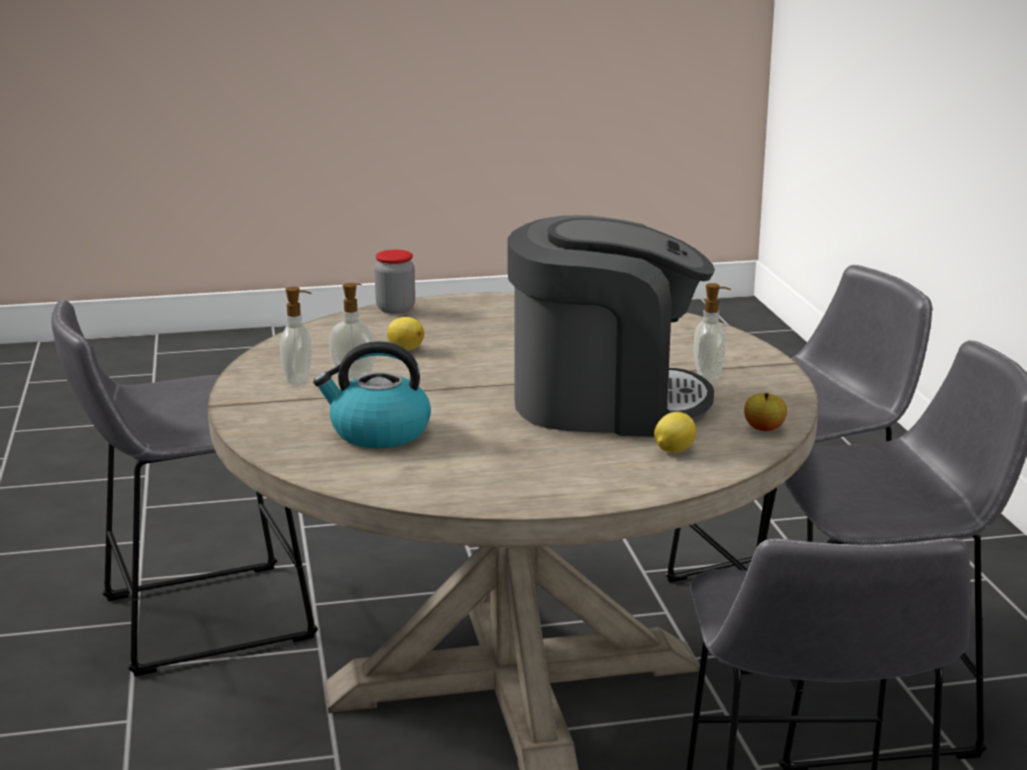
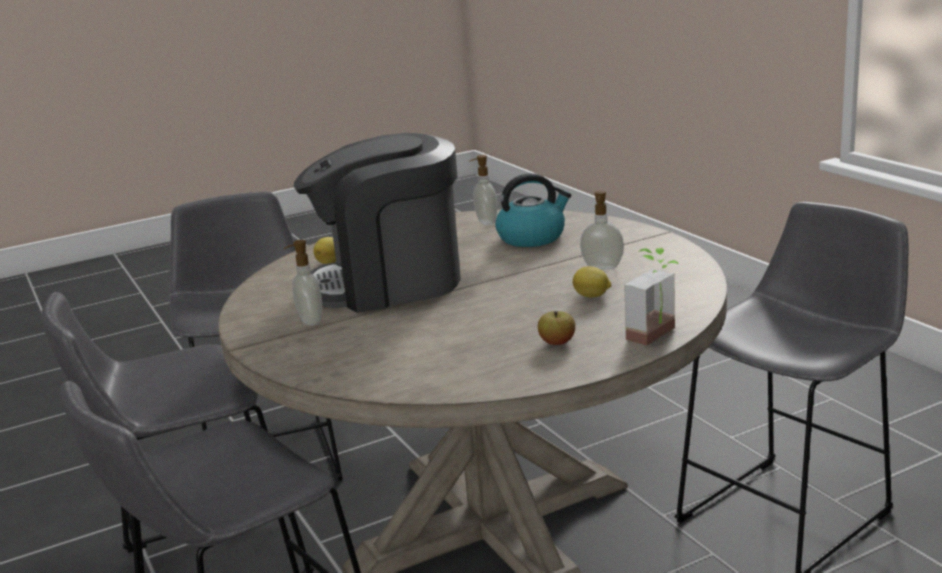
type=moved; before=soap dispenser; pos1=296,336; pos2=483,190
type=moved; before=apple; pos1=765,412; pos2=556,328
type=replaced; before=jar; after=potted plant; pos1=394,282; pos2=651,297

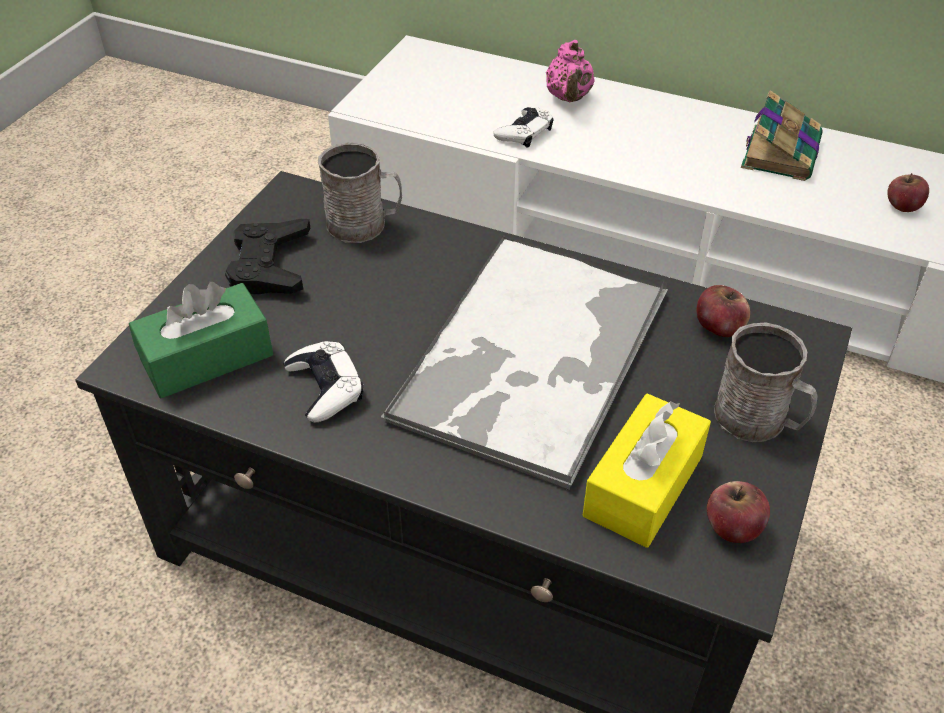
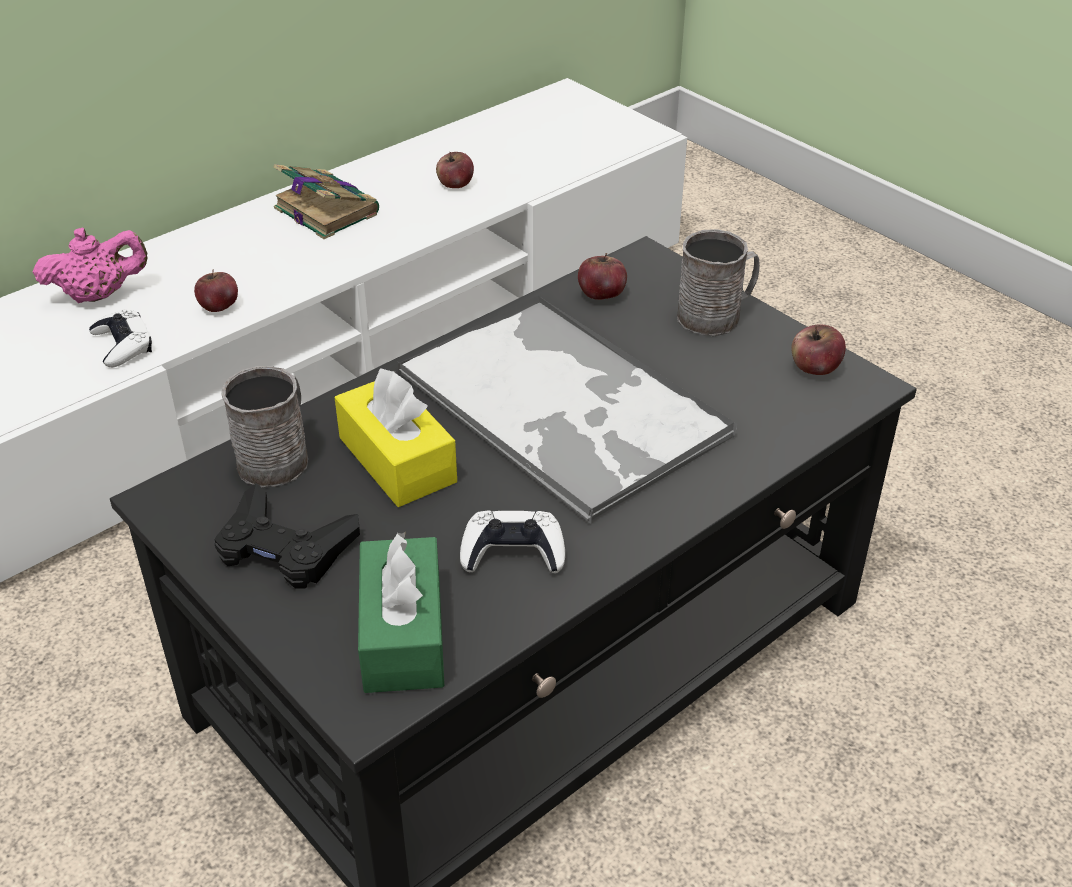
type=added; after=apple; pos2=216,290
type=moved; before=yellow tissue box; pos1=647,470; pos2=396,437
type=turned; before=pink teapot; pos1=570,71; pos2=90,265; turn=-45

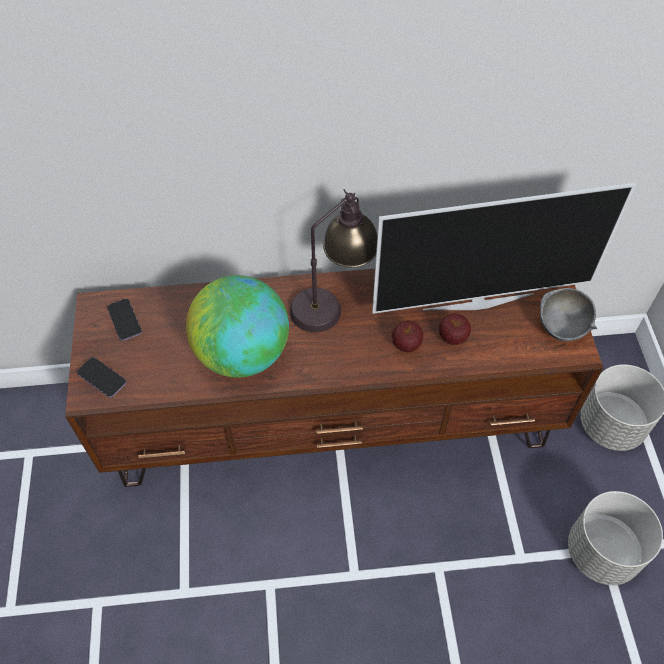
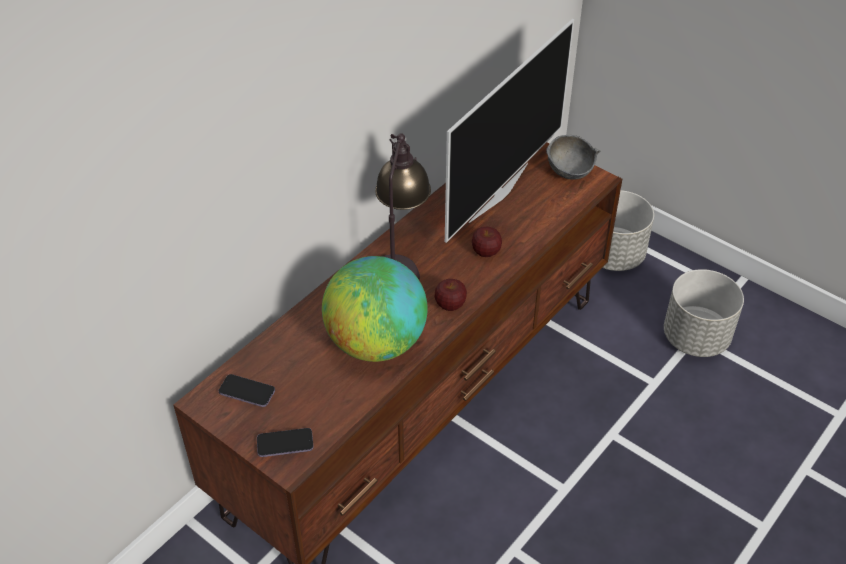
type=moved; before=apple; pos1=455,329; pos2=451,295

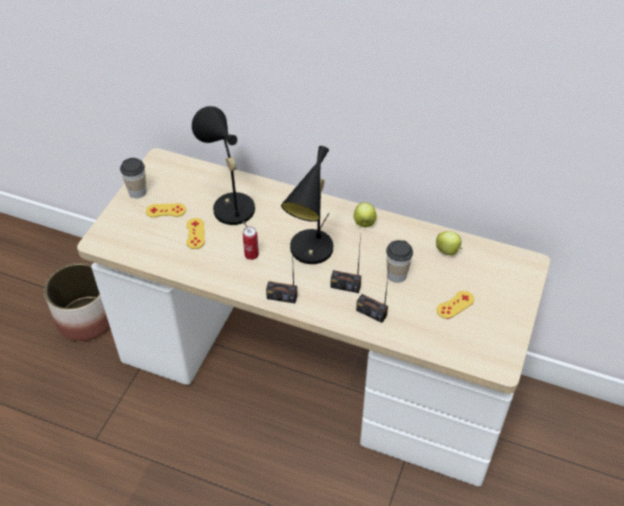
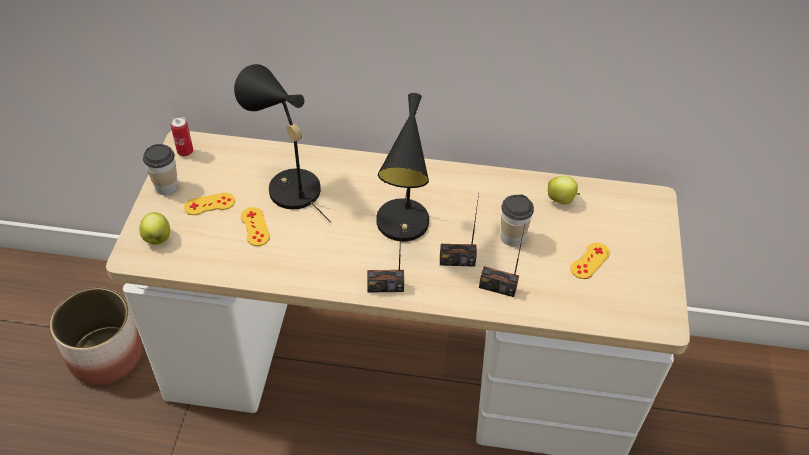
type=moved; before=can; pos1=251,243; pos2=181,136
type=moved; before=apple; pos1=365,214; pos2=154,228

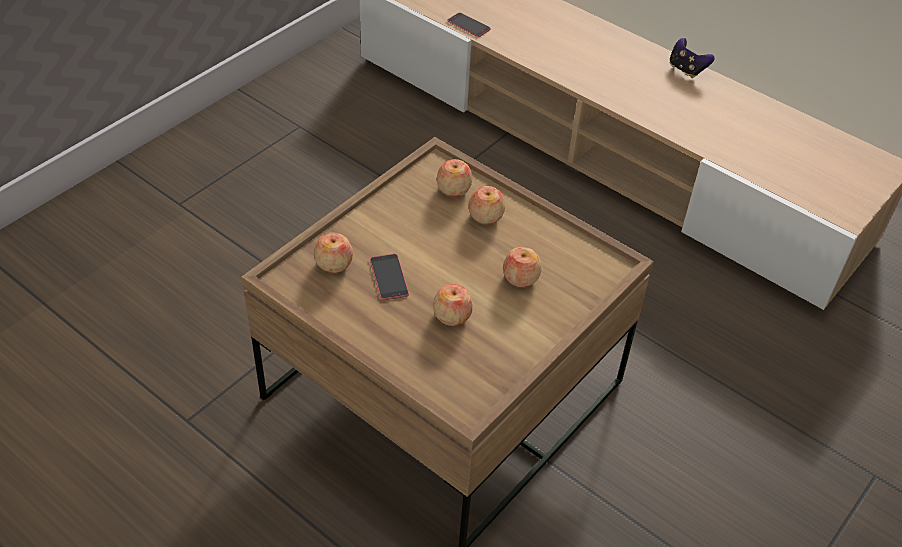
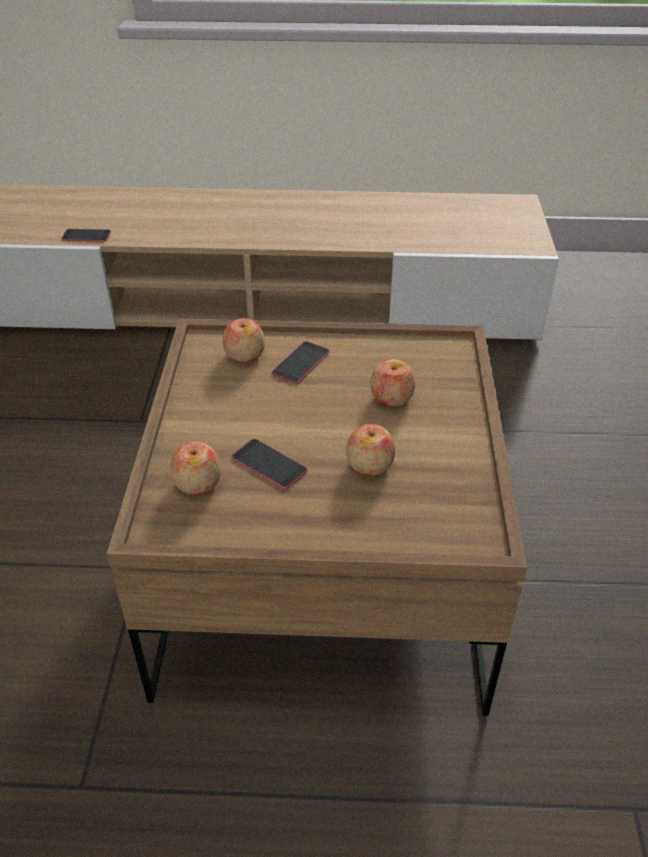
type=removed; before=game controller; pos1=692,58
type=replaced; before=apple; after=phone; pos1=487,205; pos2=300,362

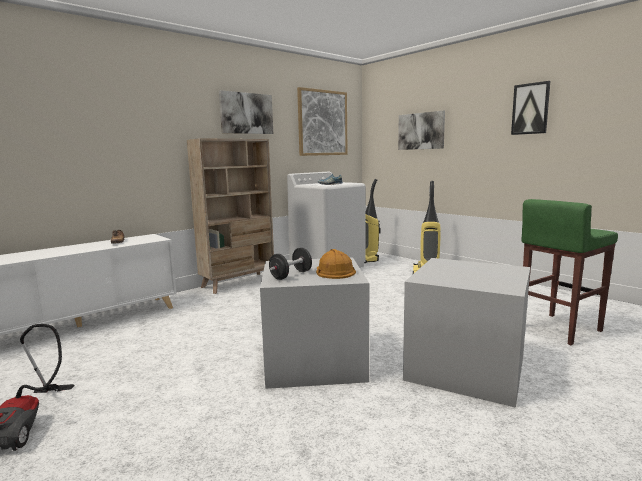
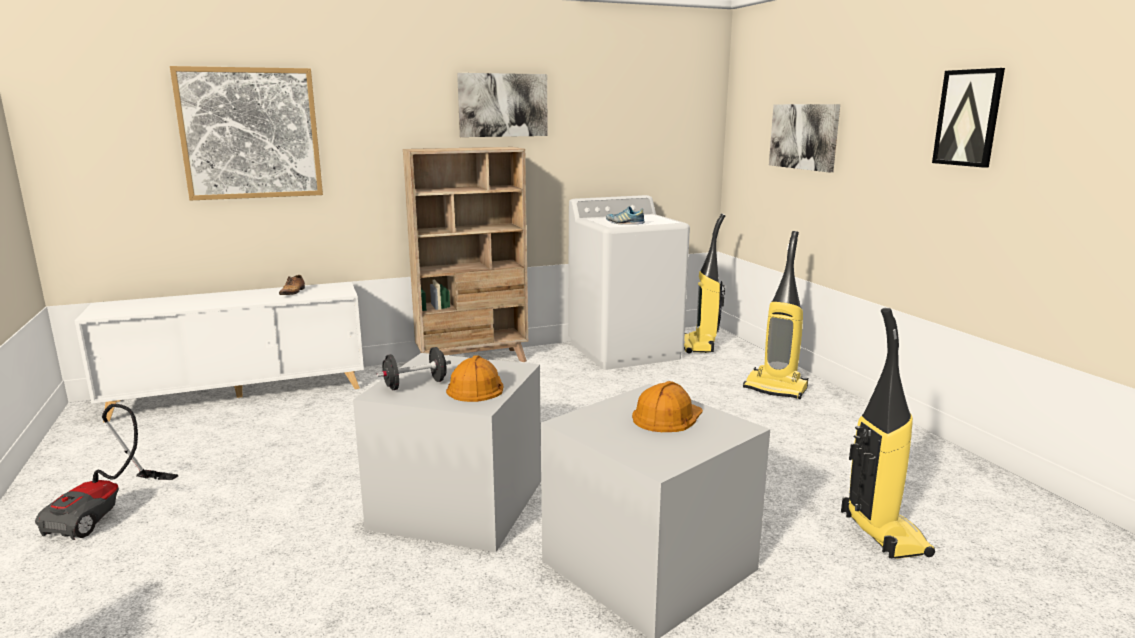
type=added; after=orange hard hat; pos2=667,406
type=moved; before=picture; pos1=322,121; pos2=246,133
type=replaced; before=green stool; after=vacuum cleaner; pos1=570,272; pos2=888,432

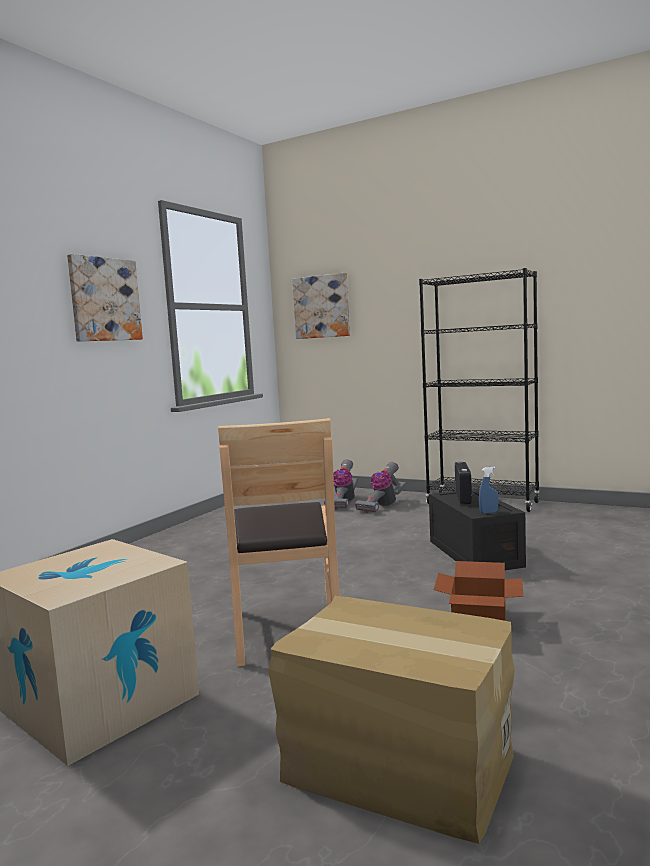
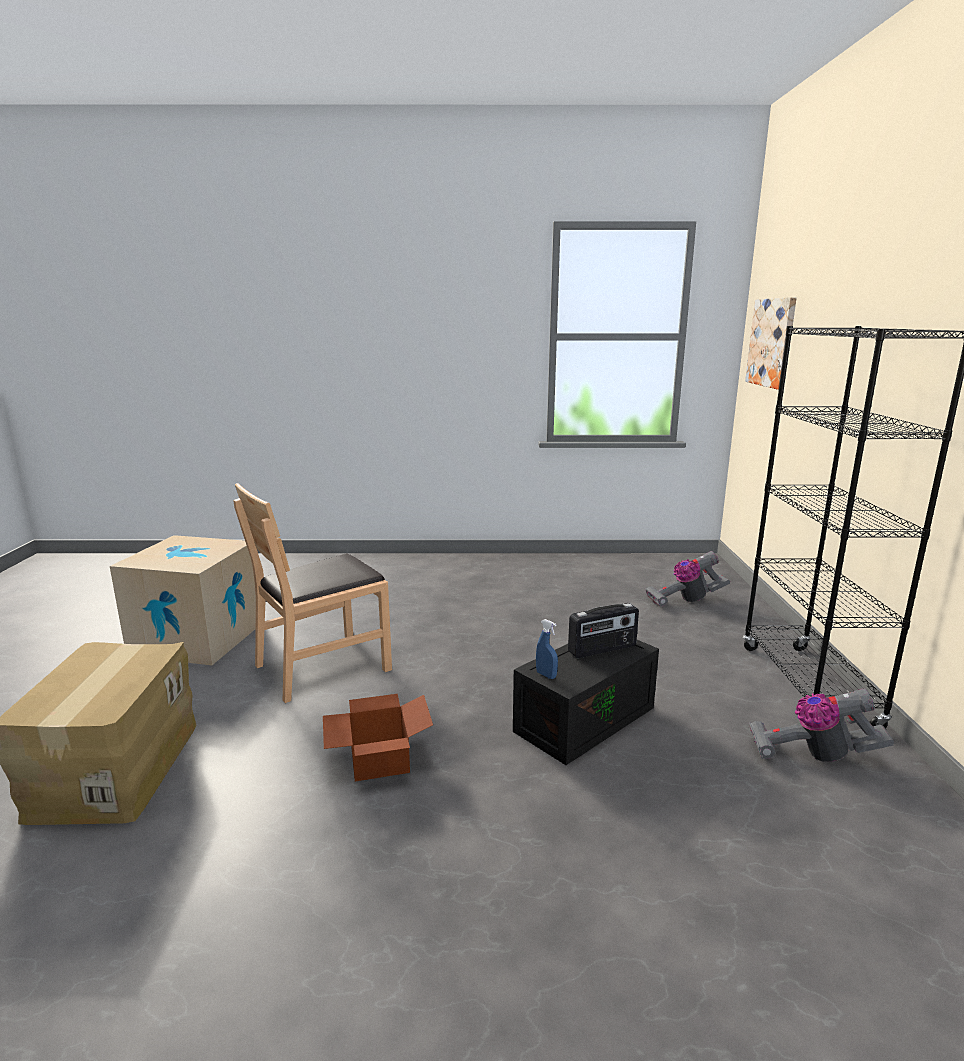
type=removed; before=picture; pos1=105,298
type=moved; before=vacuum cleaner; pos1=381,487; pos2=821,725

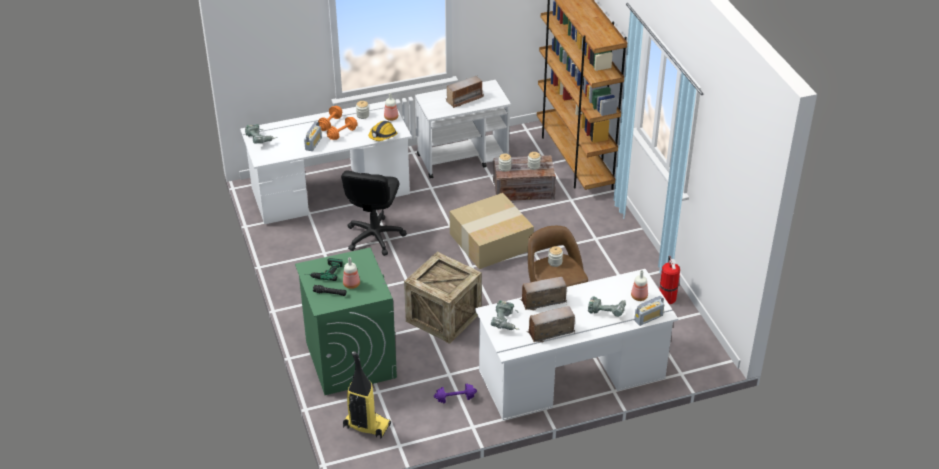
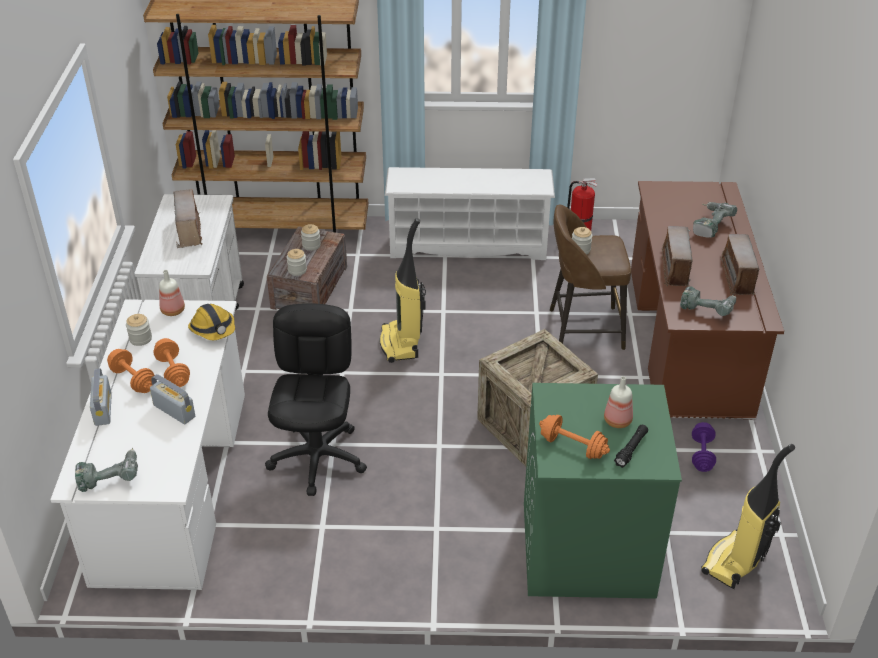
type=removed; before=bottle; pos1=639,285
type=added; after=white shoe rack; pos2=470,213
type=moved; before=radio; pos1=649,311; pos2=101,397
type=replaced; before=power drill; after=orange dumbbell; pos1=325,269; pos2=574,437
type=replaced; before=cardboard box; after=vacuum cleaner; pos1=492,231; pos2=403,290
type=recoloured; before=white desk; after=brown desk; pos1=576,344; pos2=707,300
type=turned; before=black office chair; pos1=374,213; pos2=316,399; turn=-120

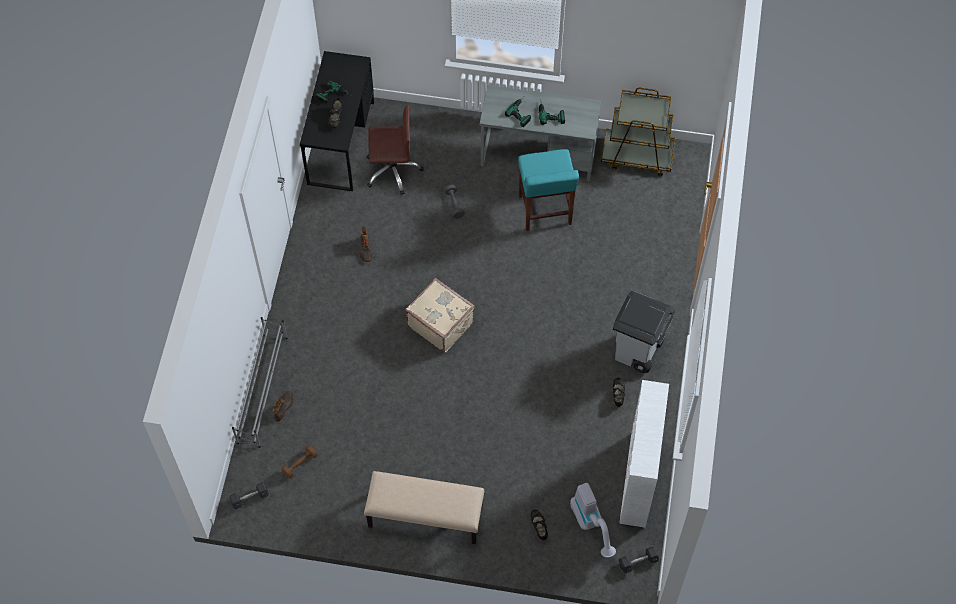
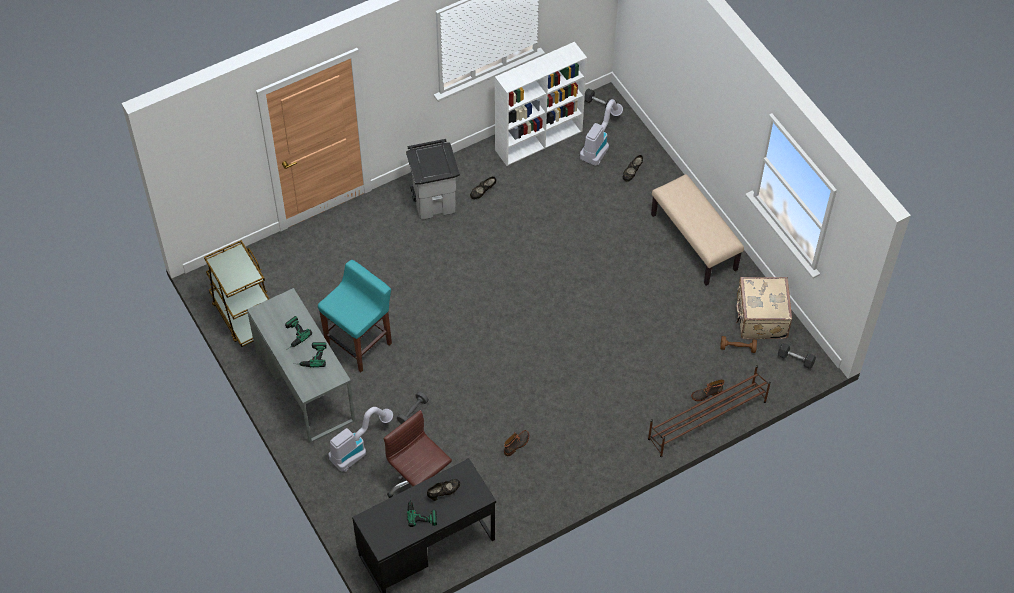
type=added; after=vacuum cleaner; pos2=360,439
type=moved; before=beige suitcase; pos1=440,315; pos2=764,308
type=recoloured; before=grey shoe rack; after=brown shoe rack; pos1=260,382; pos2=709,411

